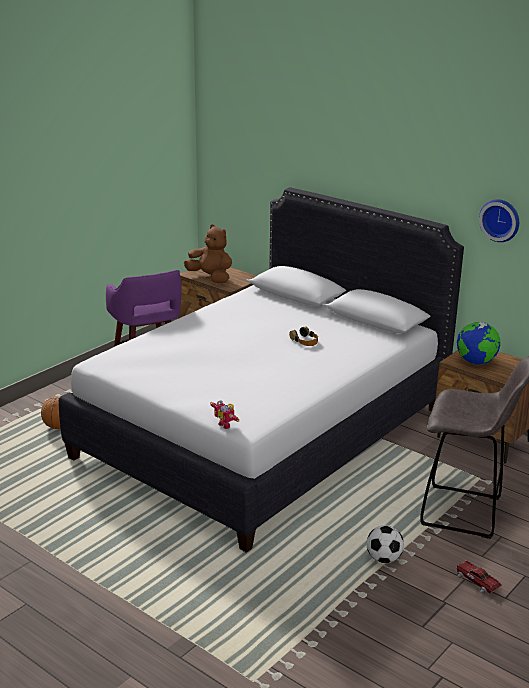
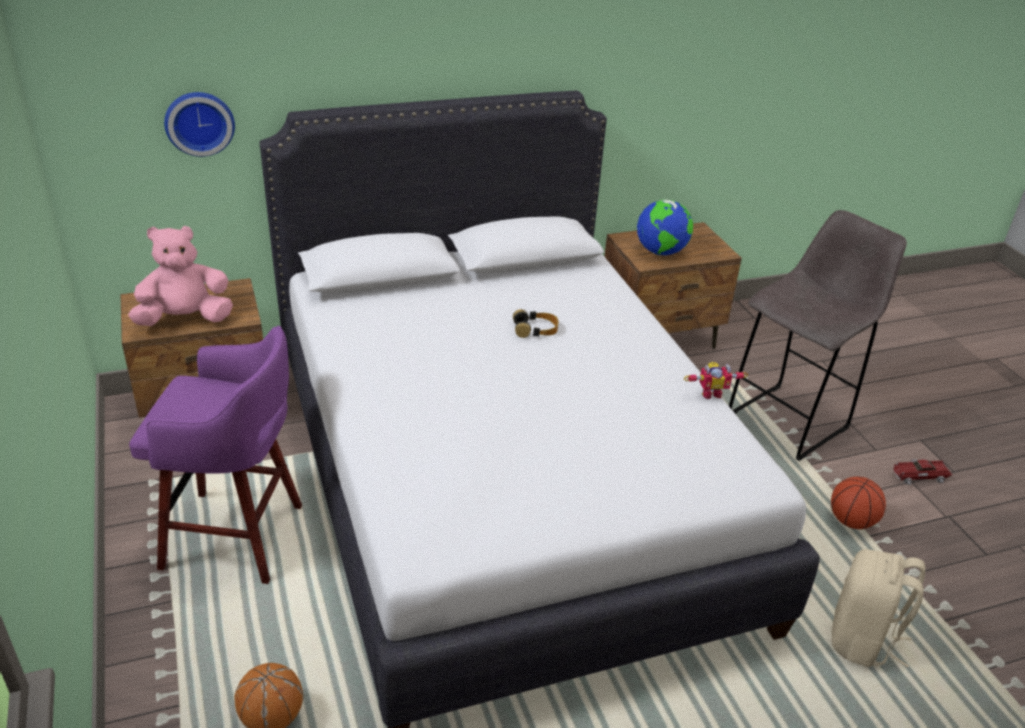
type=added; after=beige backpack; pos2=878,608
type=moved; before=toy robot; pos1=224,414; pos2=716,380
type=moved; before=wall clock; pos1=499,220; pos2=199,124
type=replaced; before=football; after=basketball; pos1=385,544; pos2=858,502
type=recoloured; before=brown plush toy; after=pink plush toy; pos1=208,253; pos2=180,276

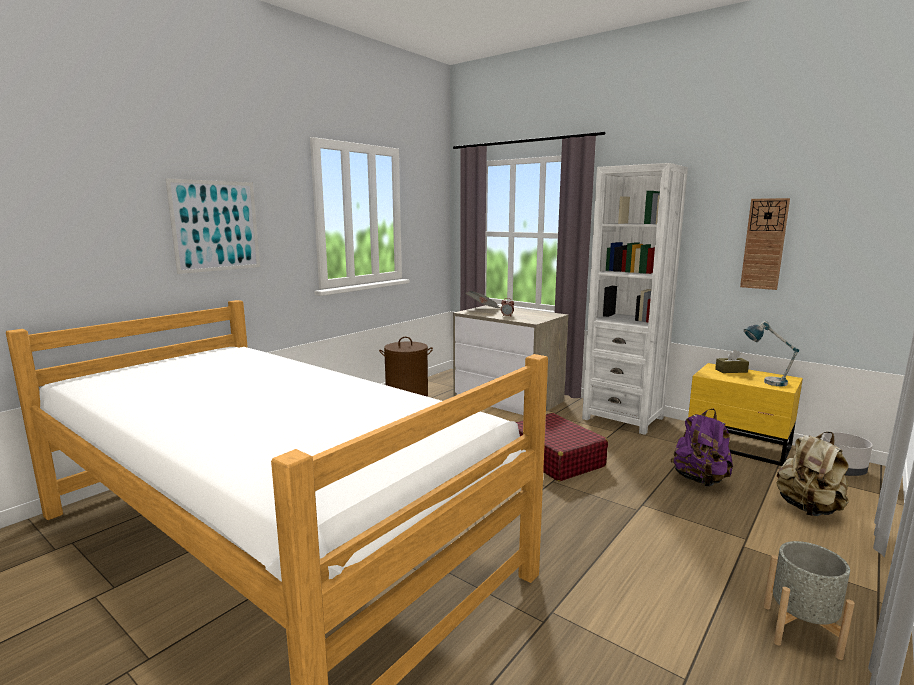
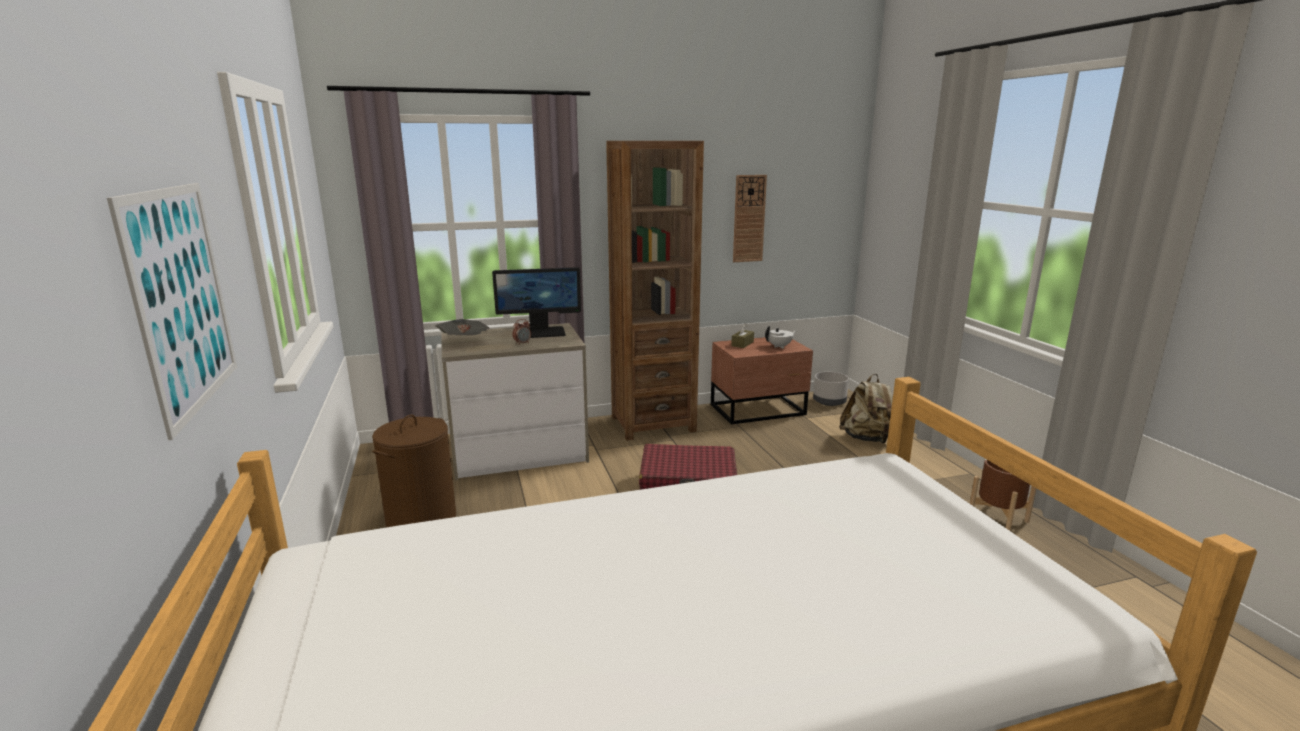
type=removed; before=purple backpack; pos1=702,448
type=added; after=monitor; pos2=536,302
type=replaced; before=table lamp; after=white teapot; pos1=771,353; pos2=780,337
type=recoloured; before=white bookcase; after=brown bookcase; pos1=635,299; pos2=655,291
type=recoloured; before=yellow nightstand; after=brown nightstand; pos1=745,414; pos2=762,380
type=recoloured; before=grey planter; after=brown planter; pos1=809,600; pos2=1003,495

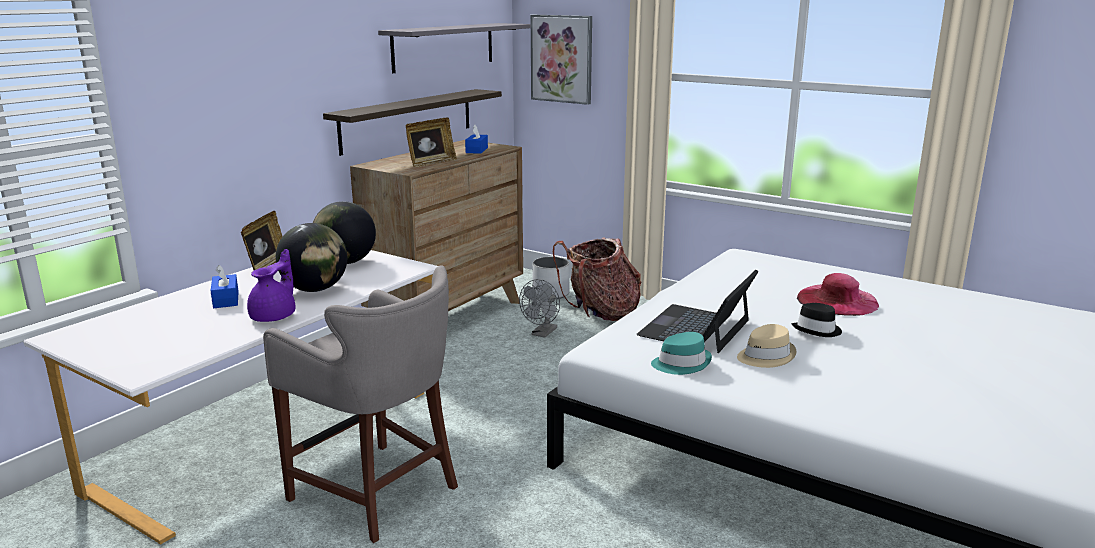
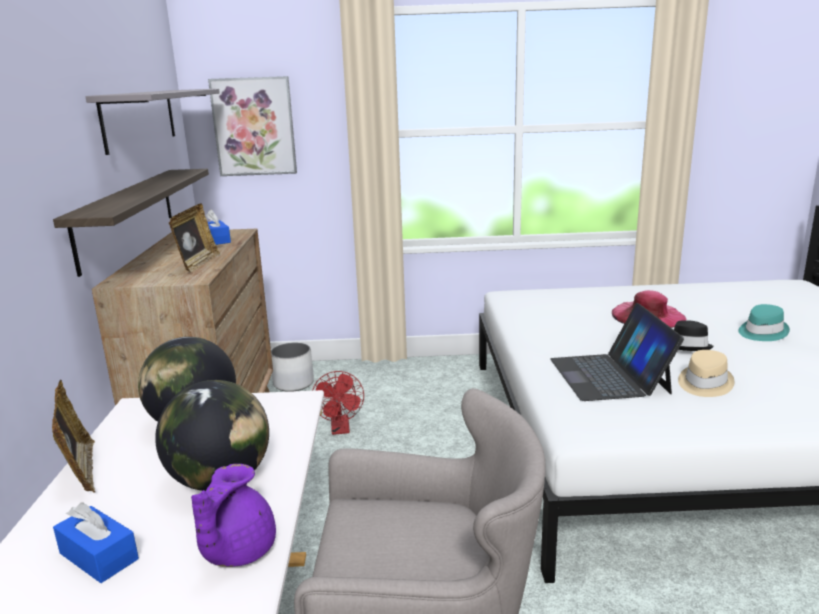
type=removed; before=backpack; pos1=597,279
type=moved; before=turquoise hat; pos1=681,353; pos2=764,322
type=recoloured; before=grey fan; after=red fan; pos1=539,308; pos2=338,403
type=turned; before=purple teapot; pos1=271,285; pos2=233,515; turn=-150

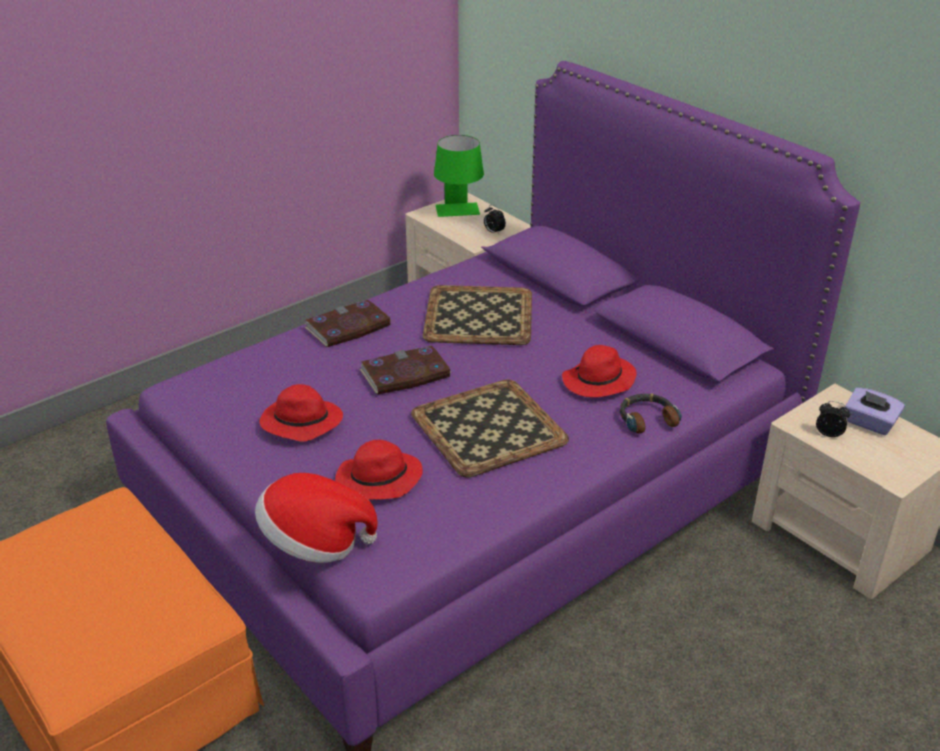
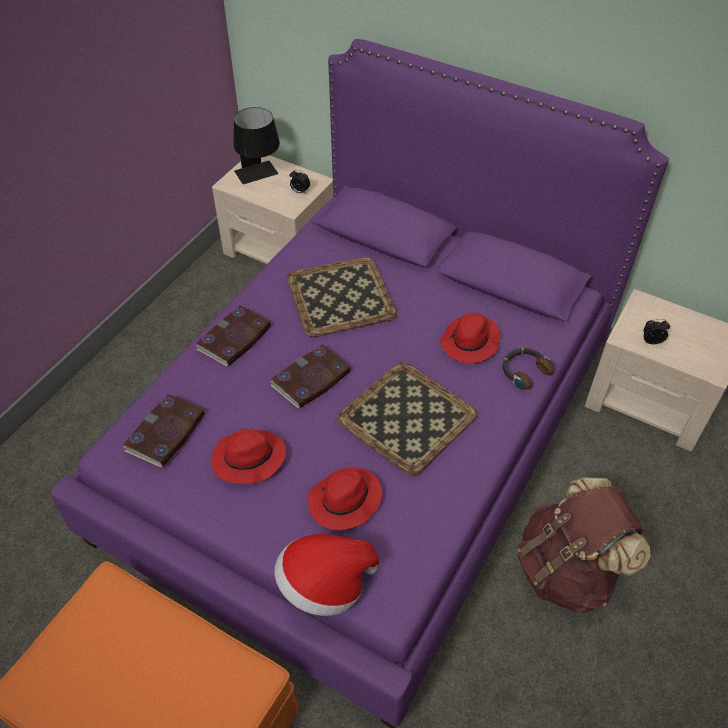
type=removed; before=purple tissue box; pos1=875,411
type=added; after=book; pos2=164,431
type=added; after=brown backpack; pos2=584,545
type=recoloured; before=green table lamp; after=black table lamp; pos1=459,176; pos2=257,145

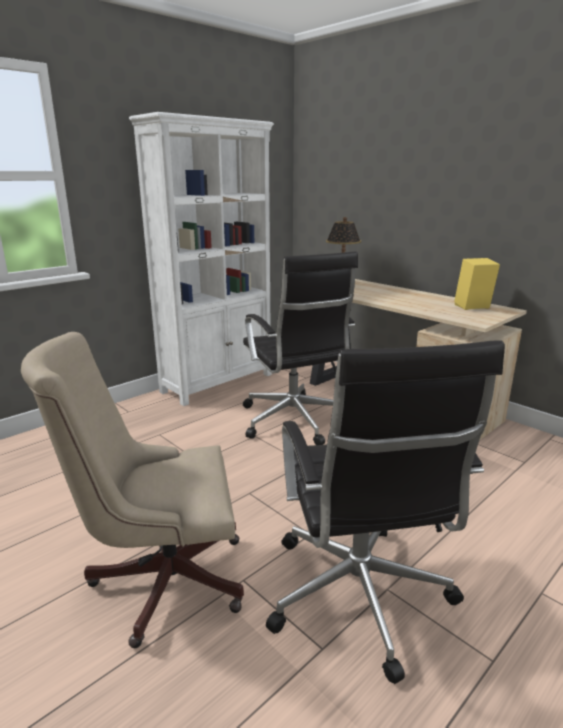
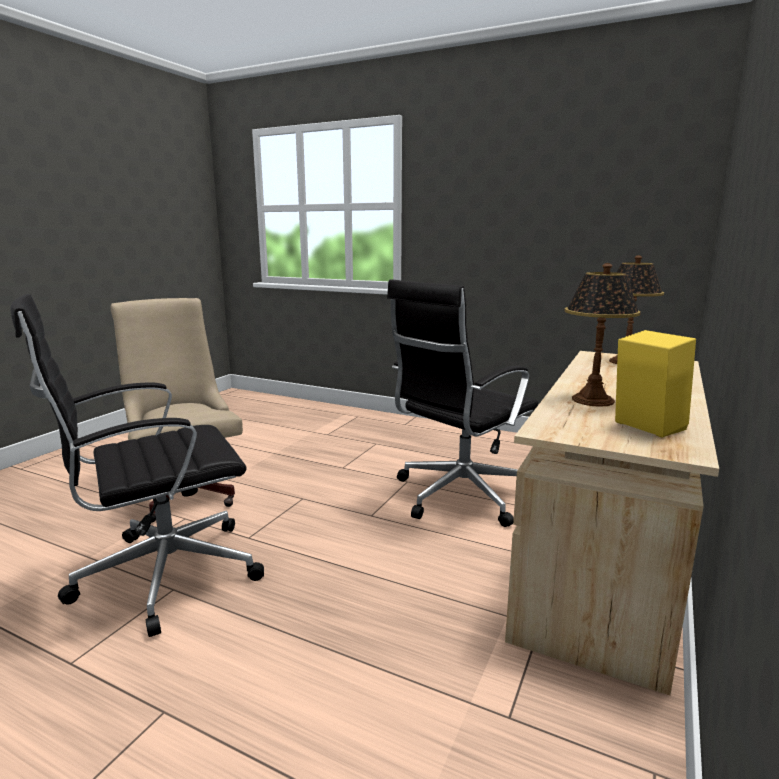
type=removed; before=white bookcase; pos1=201,259
type=added; after=table lamp; pos2=603,335

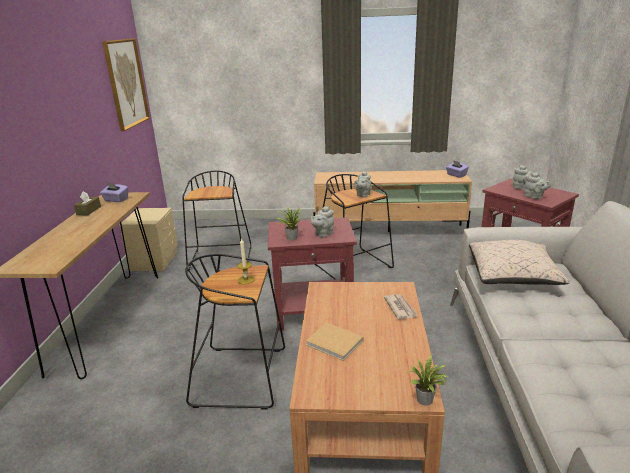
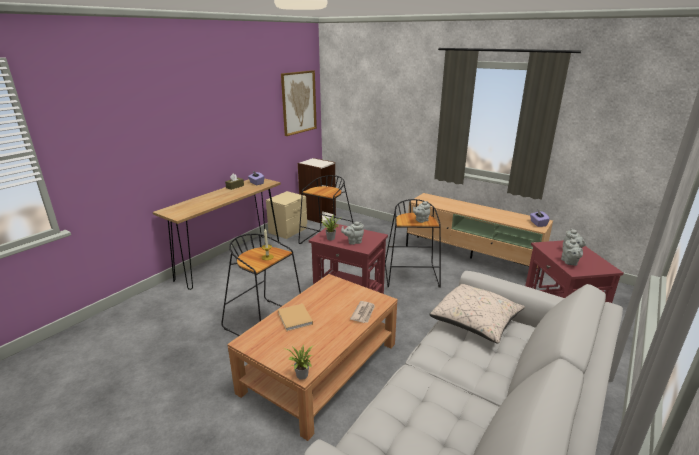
type=added; after=bookcase; pos2=317,191

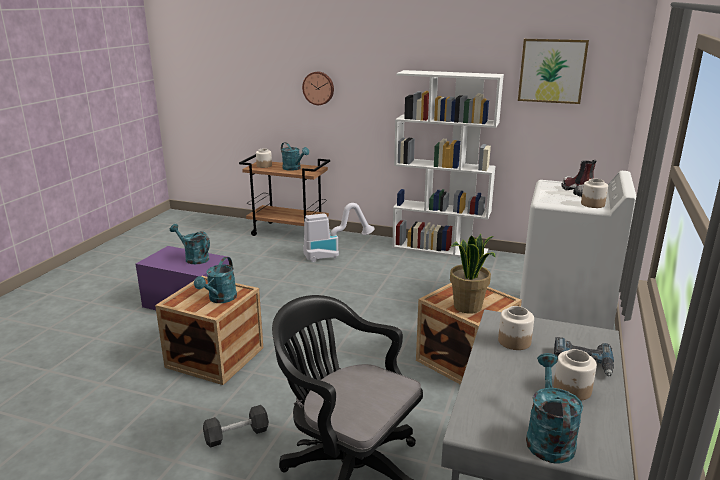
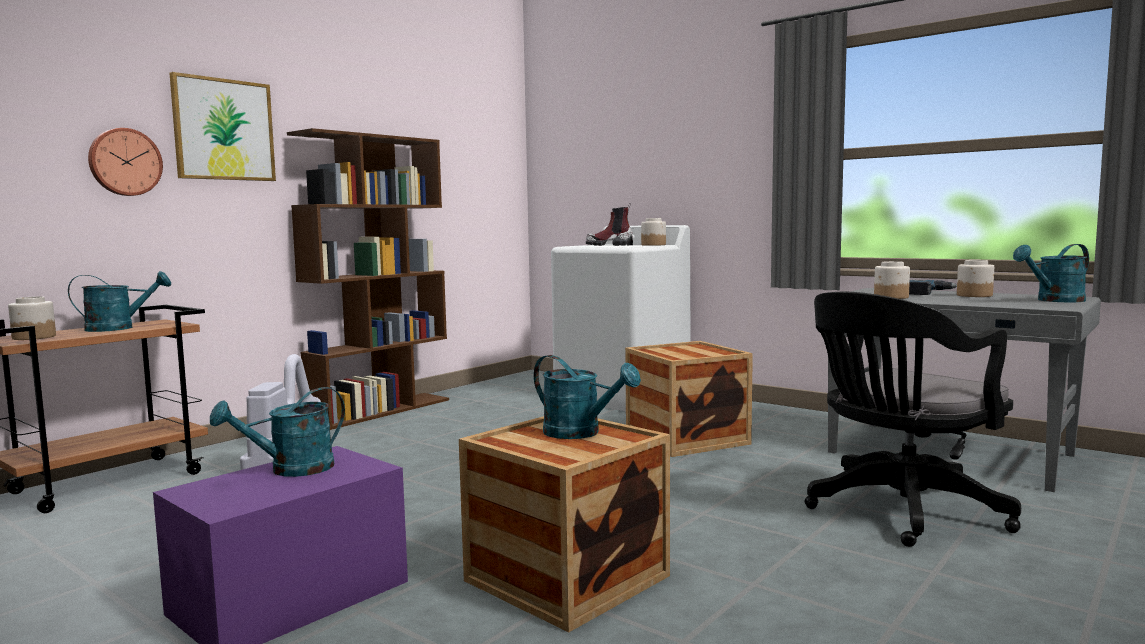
type=removed; before=black dumbbell; pos1=236,426
type=removed; before=potted plant; pos1=473,274
type=moved; before=picture; pos1=553,71; pos2=223,126
type=recoloured; before=white bookcase; after=brown bookcase; pos1=448,163; pos2=368,279
type=turned; before=turquoise watering can; pos1=554,408; pos2=1051,273; turn=-45

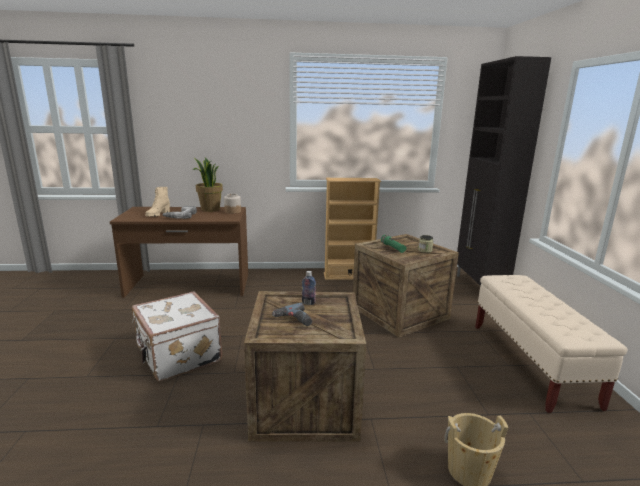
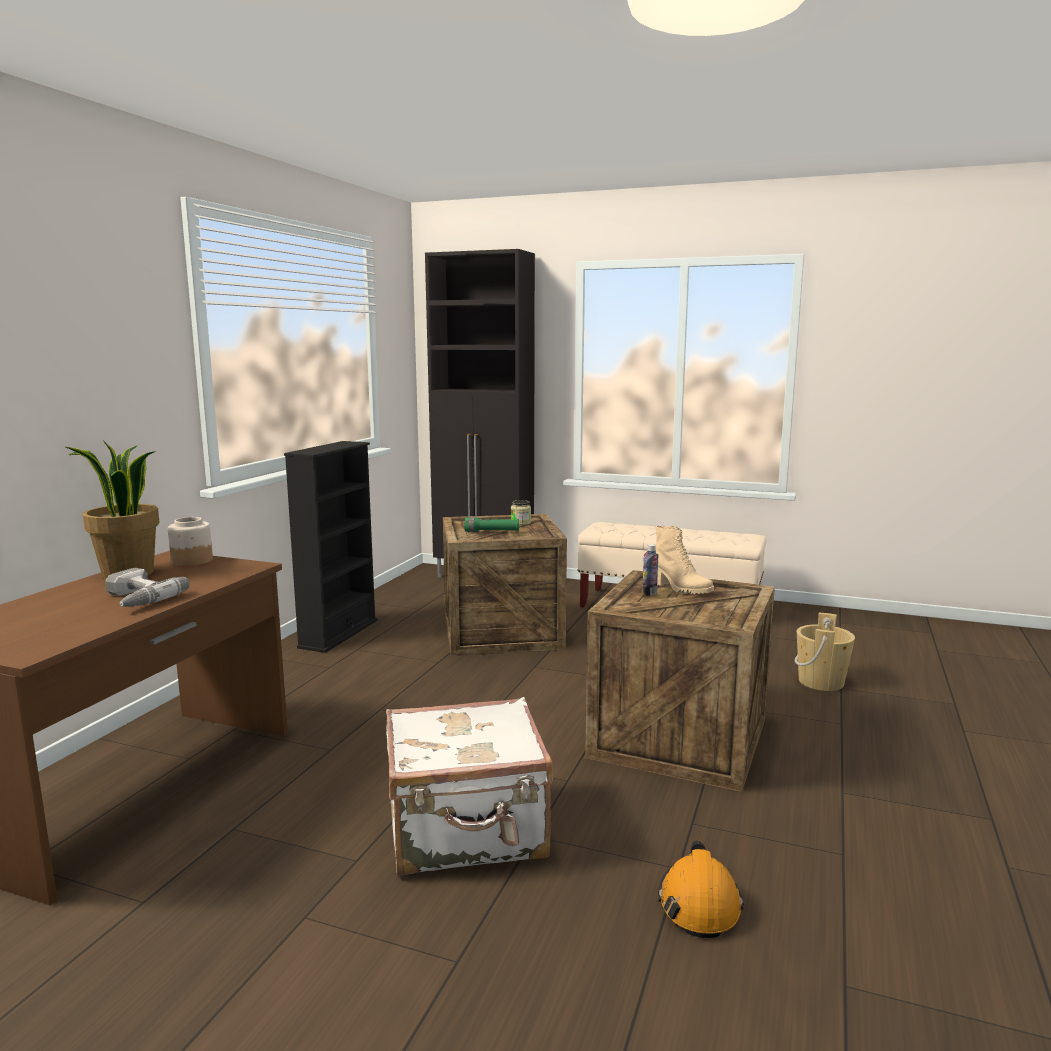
type=removed; before=power drill; pos1=292,314
type=added; after=orange hard hat; pos2=701,889
type=moved; before=beige boot; pos1=157,202; pos2=684,560
type=recoloured; before=beige bookcase; after=black bookcase; pos1=352,229; pos2=331,547

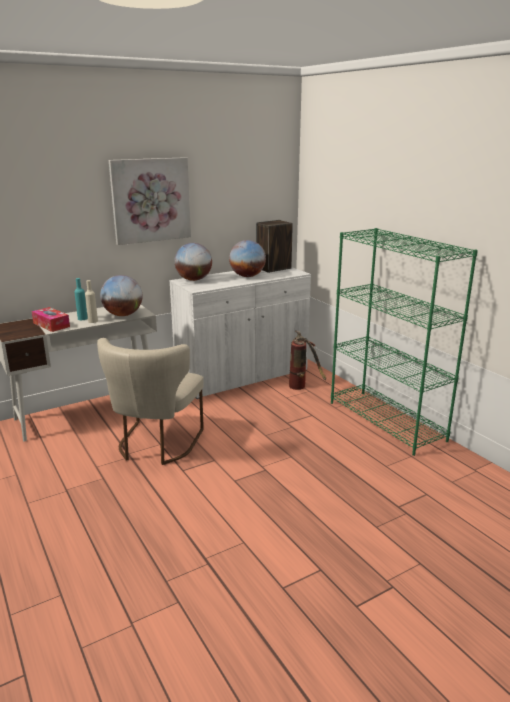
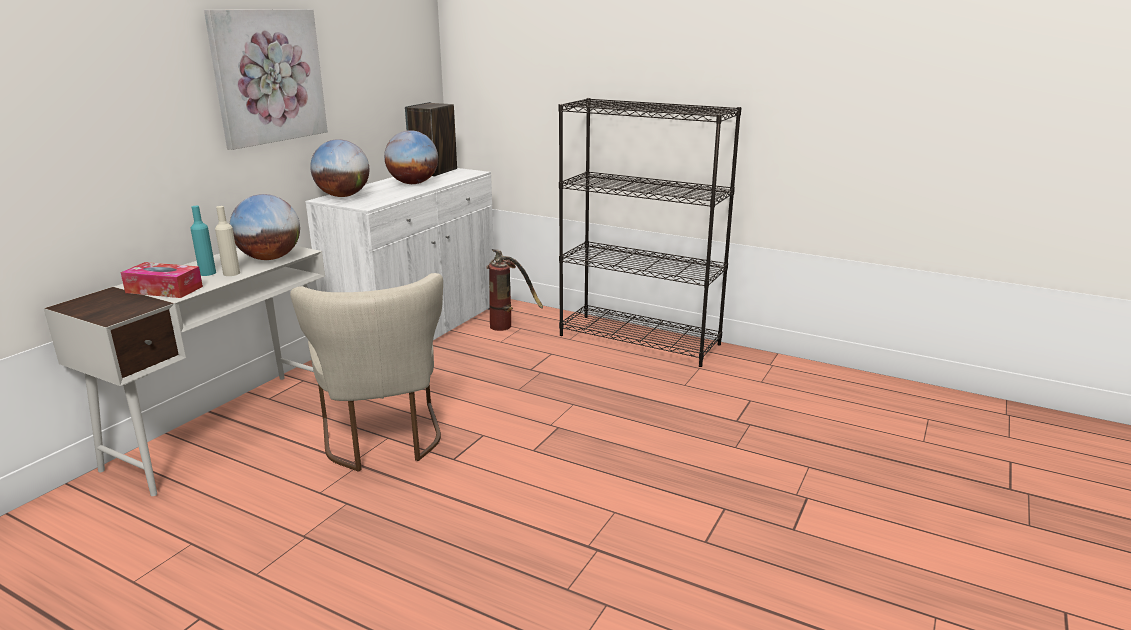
type=recoloured; before=green bookcase; after=black bookcase; pos1=404,342; pos2=650,232

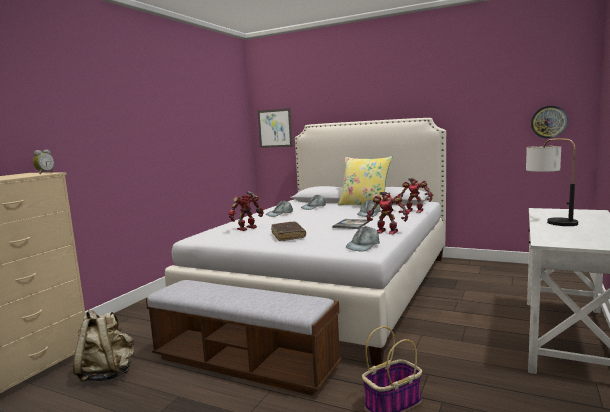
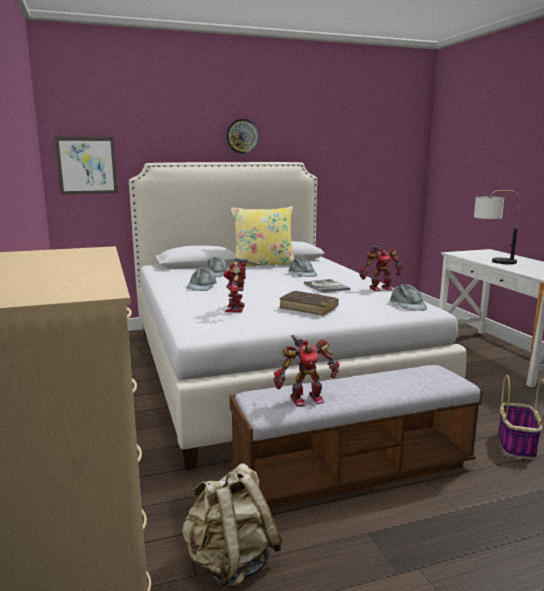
type=removed; before=alarm clock; pos1=43,162
type=moved; before=toy robot; pos1=415,195; pos2=306,371
type=moved; before=wall clock; pos1=549,122; pos2=242,136

